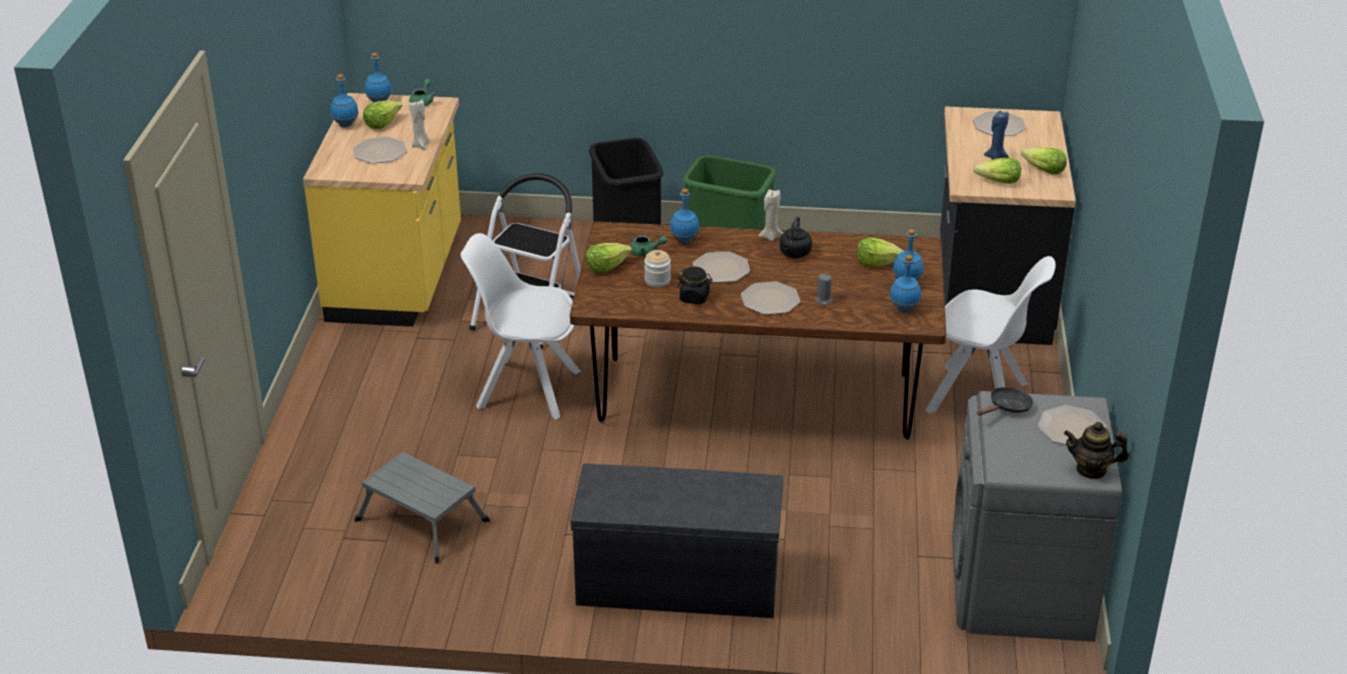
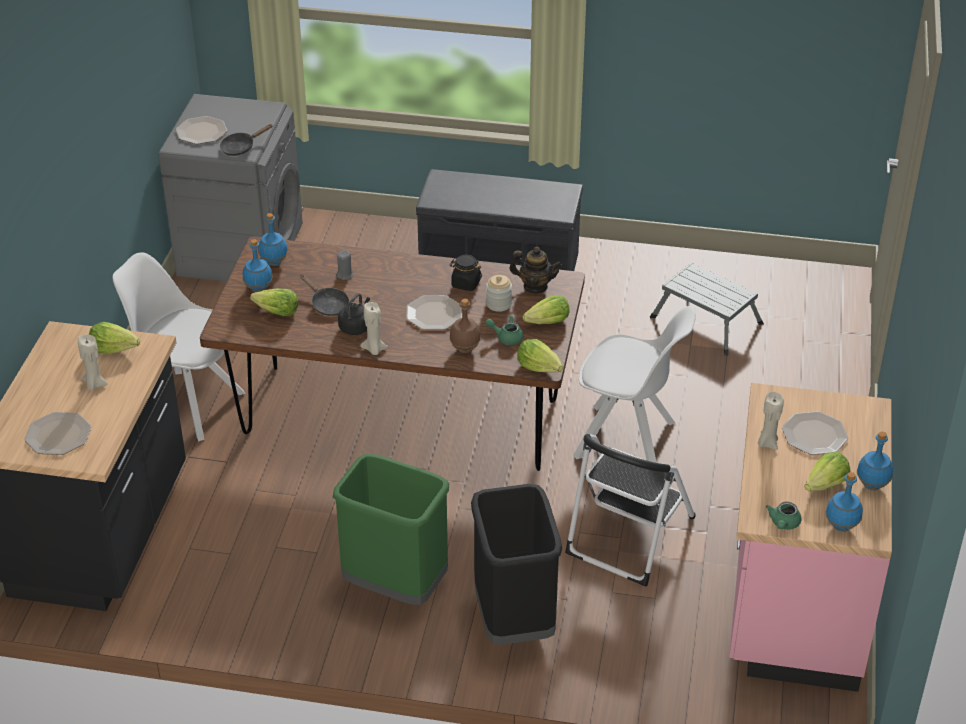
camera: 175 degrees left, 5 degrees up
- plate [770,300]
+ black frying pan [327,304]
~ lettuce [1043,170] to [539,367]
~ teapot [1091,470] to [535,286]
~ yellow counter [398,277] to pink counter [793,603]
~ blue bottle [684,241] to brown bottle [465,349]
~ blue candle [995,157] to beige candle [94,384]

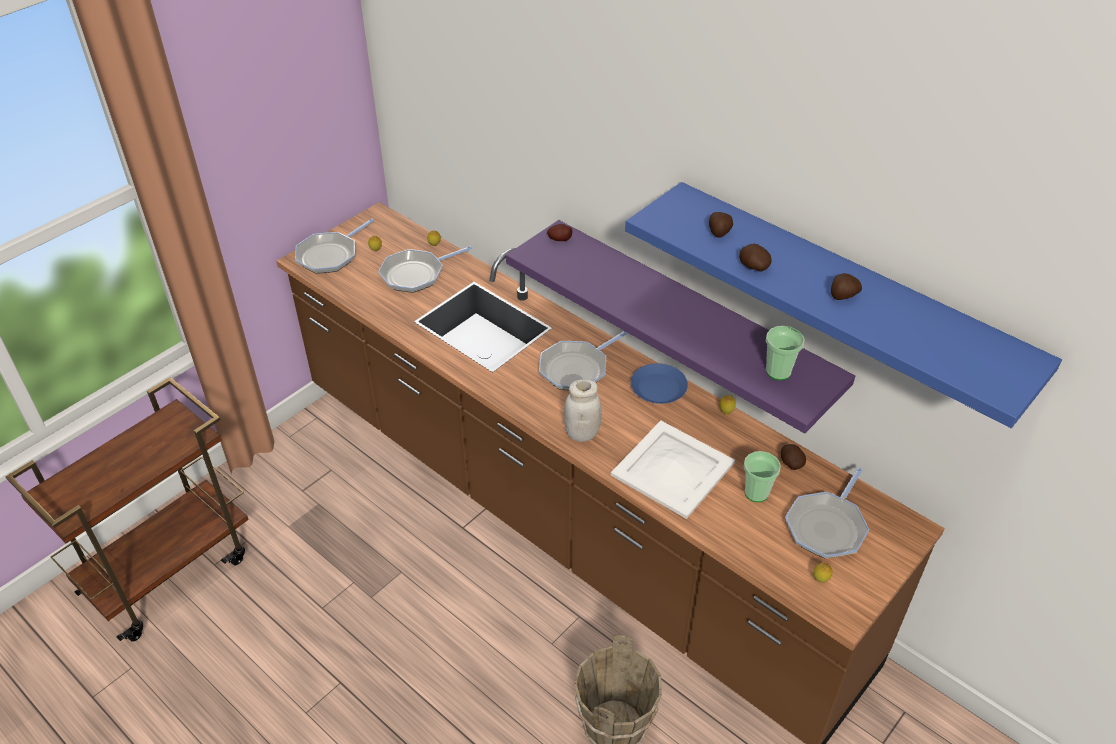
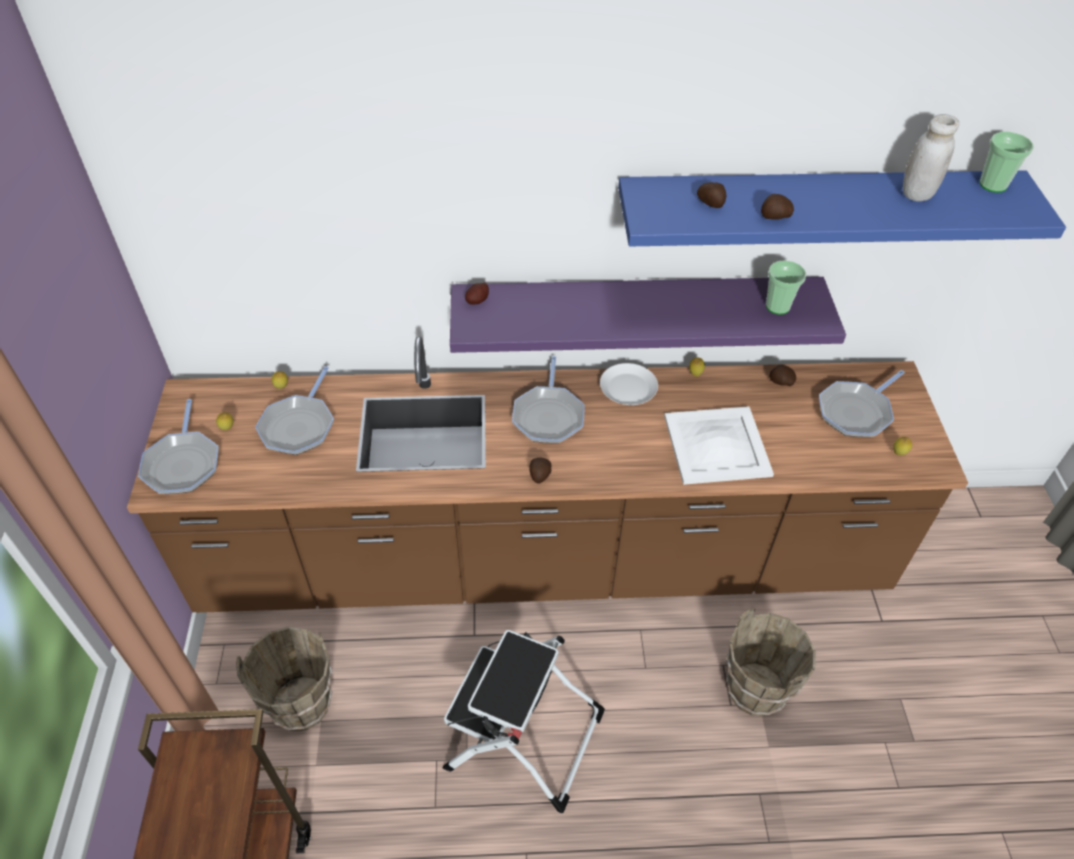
camera: 45 degrees left, 5 degrees up
+ brown bucket [302,705]
+ step ladder [523,733]
~ white jar [582,433] to [916,193]
~ cup [756,493] to [993,185]
~ potato [842,296] to [539,476]
~ blue plate [658,389] to white plate [628,389]
~ frying pan [827,526] = [856,412] 60 degrees clockwise

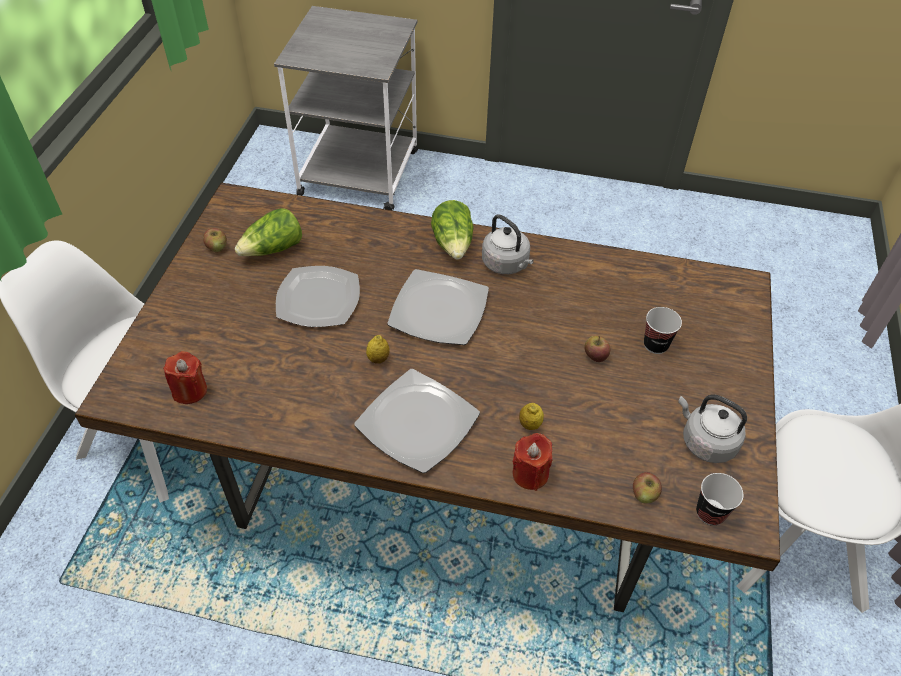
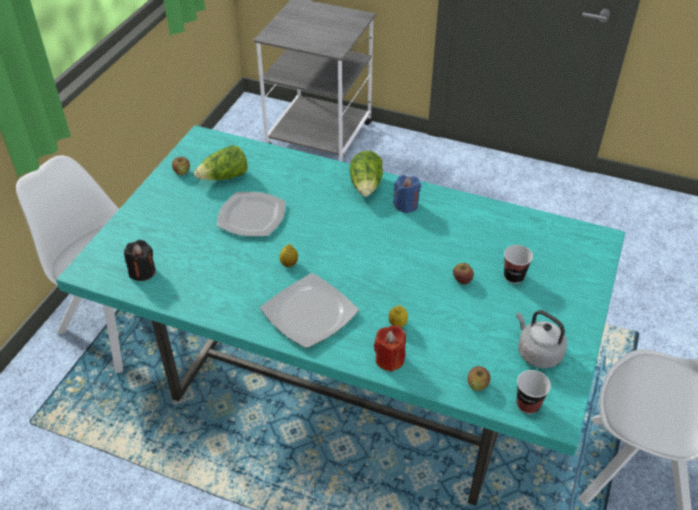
camera: 10 degrees right, 5 degrees down
- plate [438,310]
~ grey kettle [507,264] to blue candle [406,205]
~ brown dining table [445,469] to turquoise dining table [347,376]
~ red candle [190,390] to black candle [142,272]

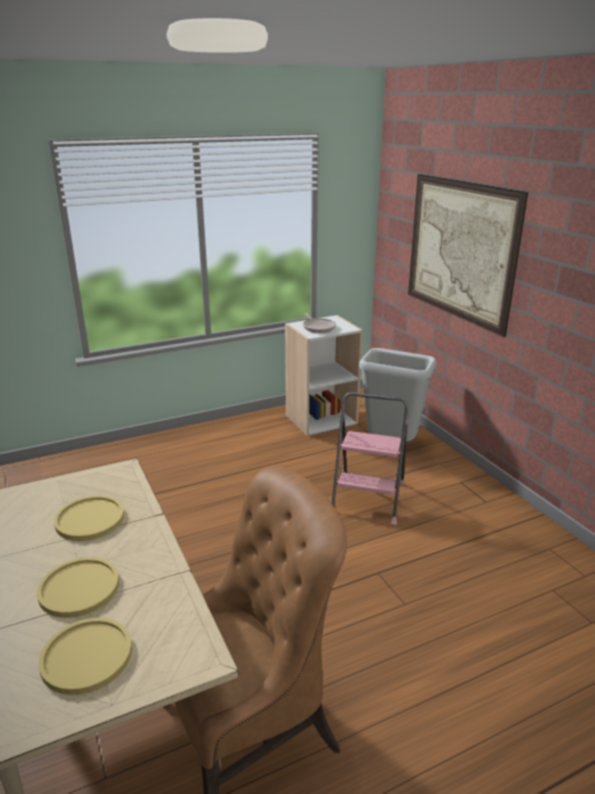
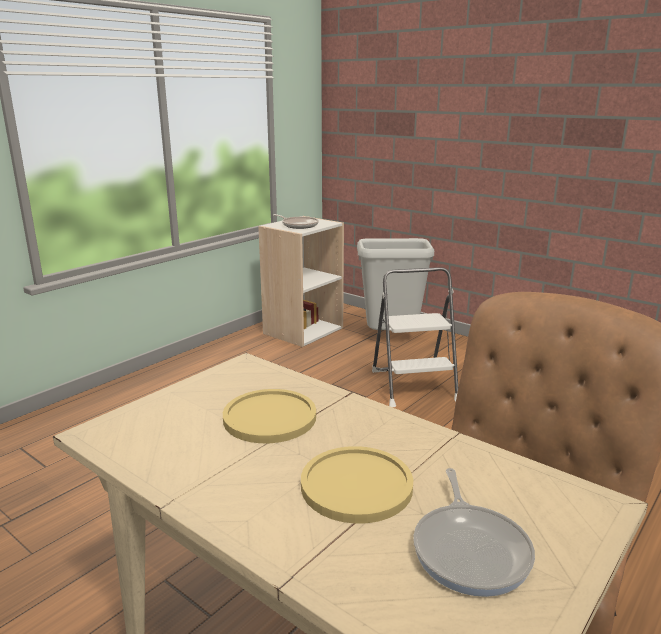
camera: 25 degrees left, 5 degrees down
- picture [460,250]
~ yellow plate [86,656] to frying pan [470,549]
~ pink step ladder [369,496] to white step ladder [413,383]

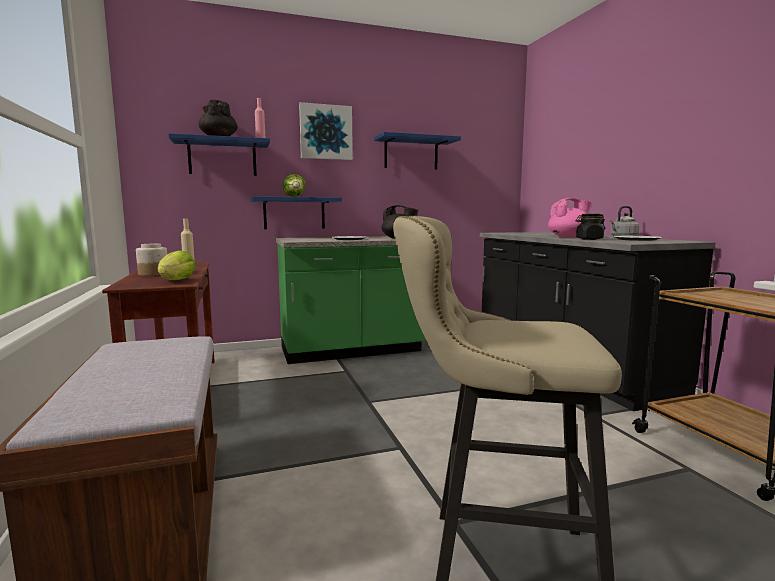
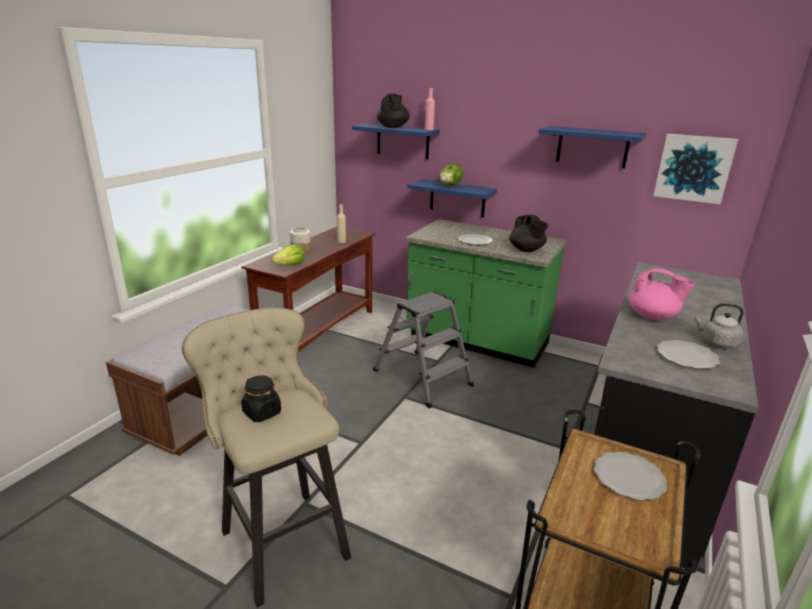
camera: 45 degrees right, 15 degrees up
+ grey step ladder [422,377]
+ plate [628,478]
~ picture [326,132] to [693,168]
~ black jar [589,239] to [261,412]

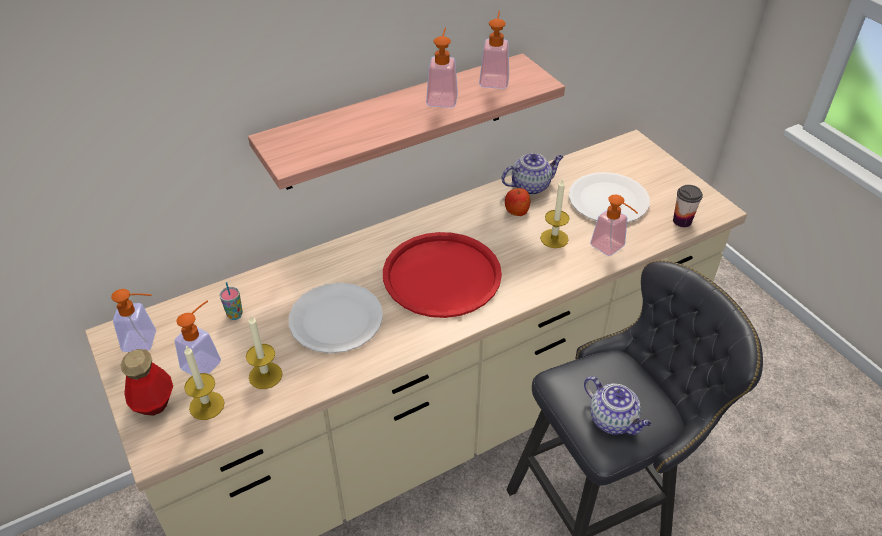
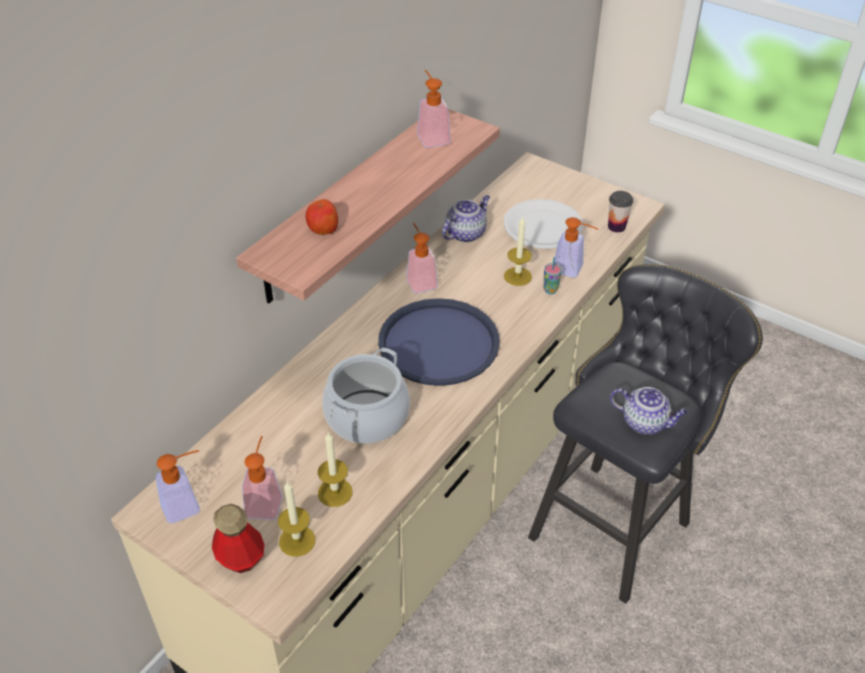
camera: 25 degrees left, 0 degrees up
~ cup [235,315] to [550,290]
~ soap dispenser [442,97] to [420,280]
~ apple [516,210] to [323,229]
~ white plate [336,319] to cooking pot [366,417]
~ red tray [442,275] to blue tray [438,343]

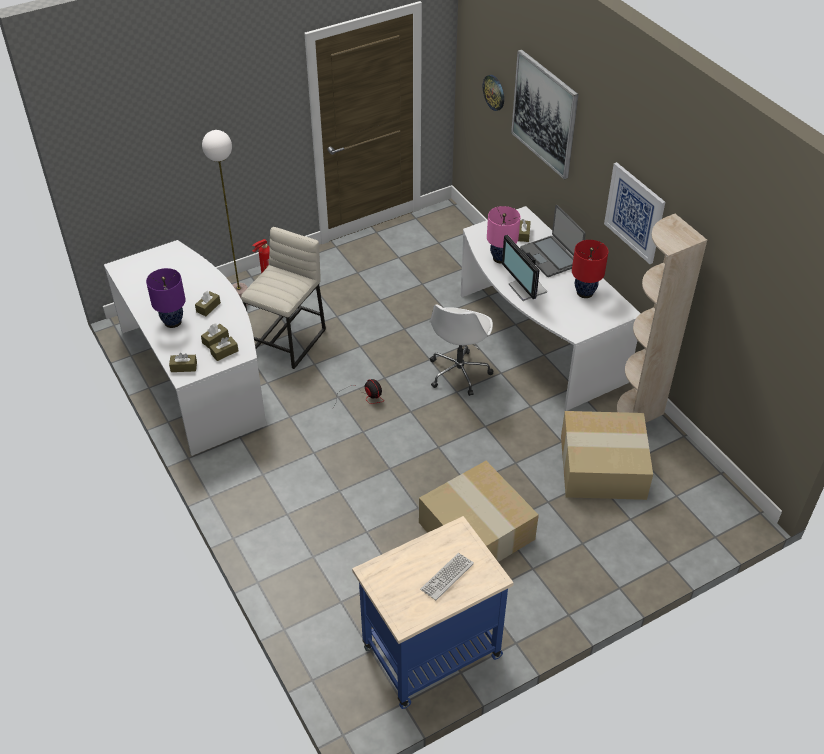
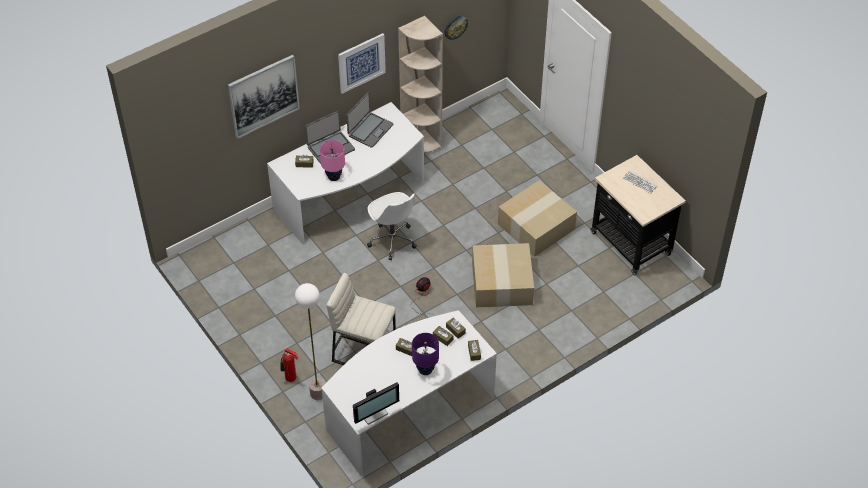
camera: 95 degrees left, 5 degrees up
~ wall clock [494,92] to [455,27]
~ monitor [526,289] to [373,412]
~ cardboard box [603,466] to [501,283]
~ red table lamp [585,292] to laptop [370,130]
~ blue cart [431,654] to black cart [631,244]
~ white office chair [458,375] = [393,242] 45 degrees clockwise

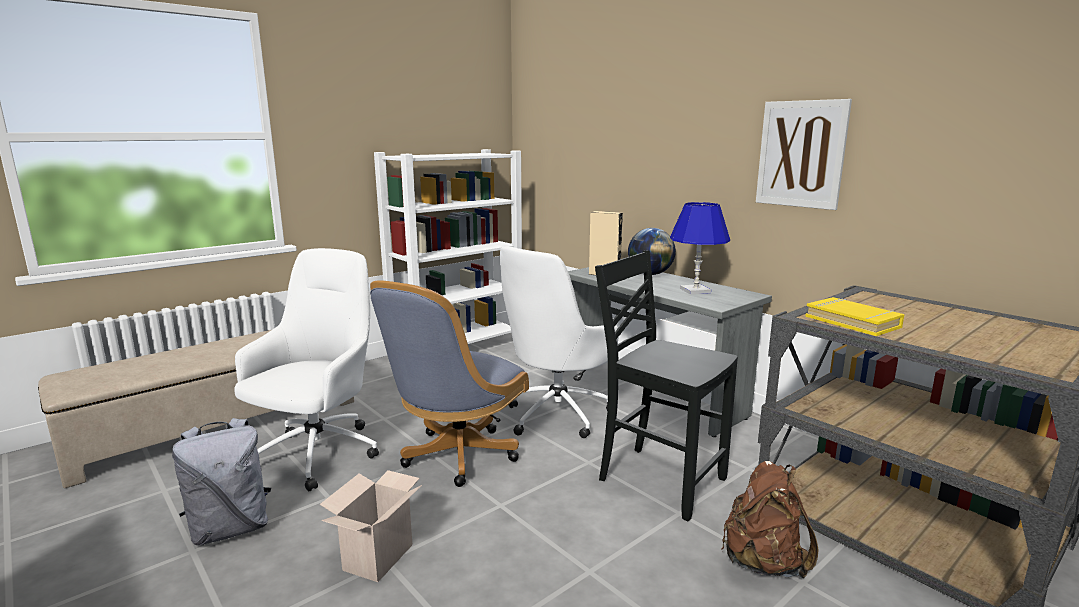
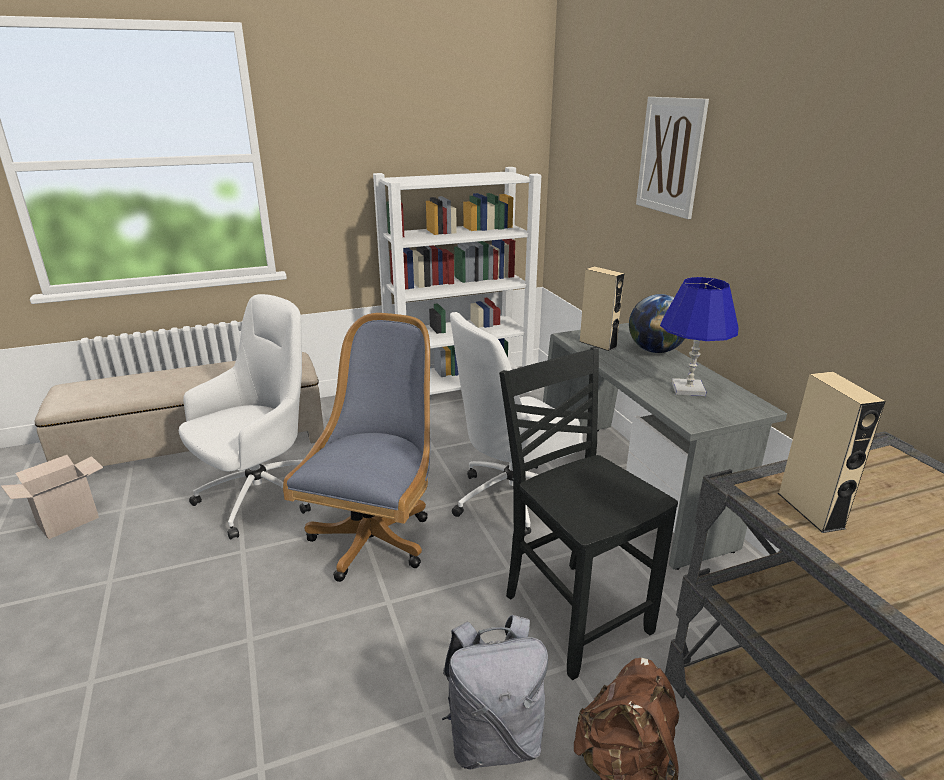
camera: 20 degrees right, 10 degrees up
~ grey backpack [231,528] to [494,738]
~ cardboard box [378,555] to [69,520]
~ picture [801,154] to [670,156]
~ yellow book [853,322] to beige speaker [810,510]
~ blue office chair [454,460] = [376,534] 150 degrees clockwise

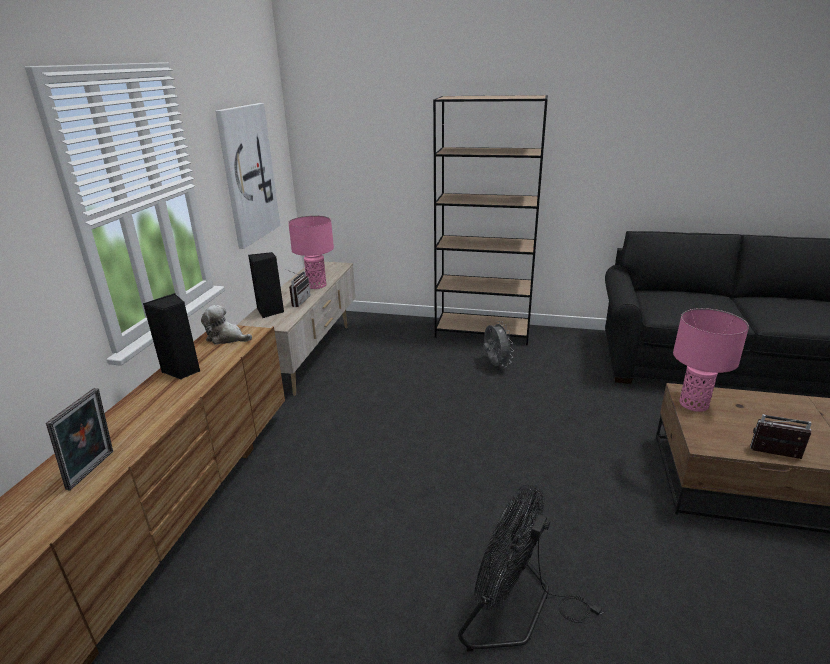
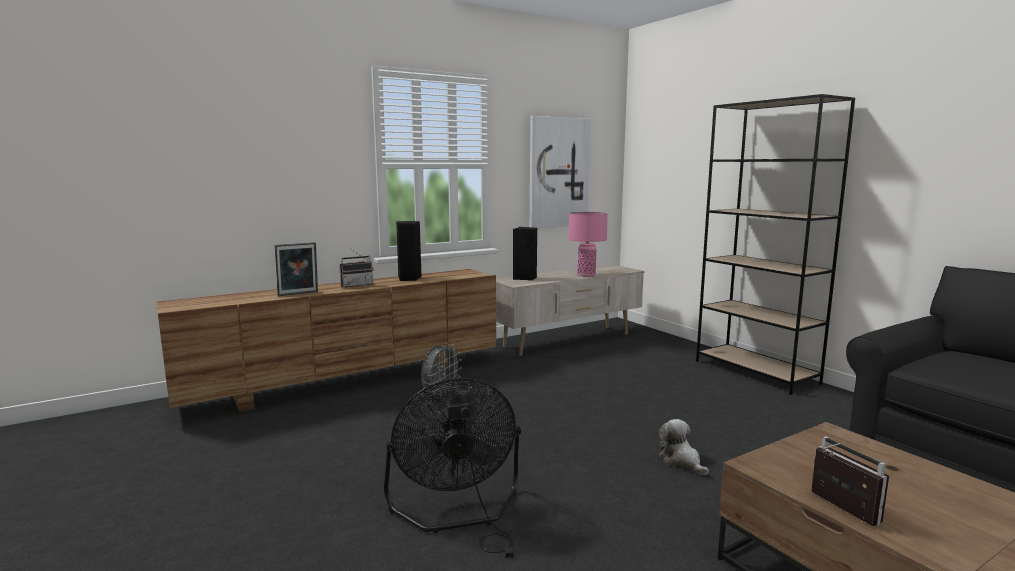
camera: 45 degrees right, 15 degrees down
- pink table lamp [693,403]
~ plush toy [226,338] to [681,462]
~ radio [298,301] to [356,285]
~ grey fan [495,365] to [440,396]

